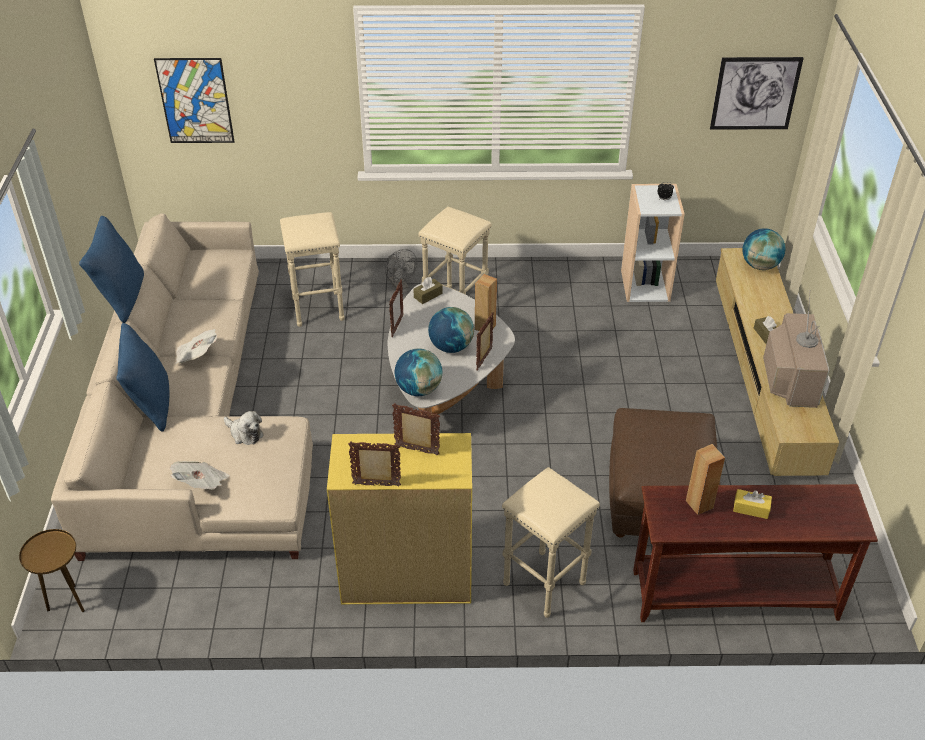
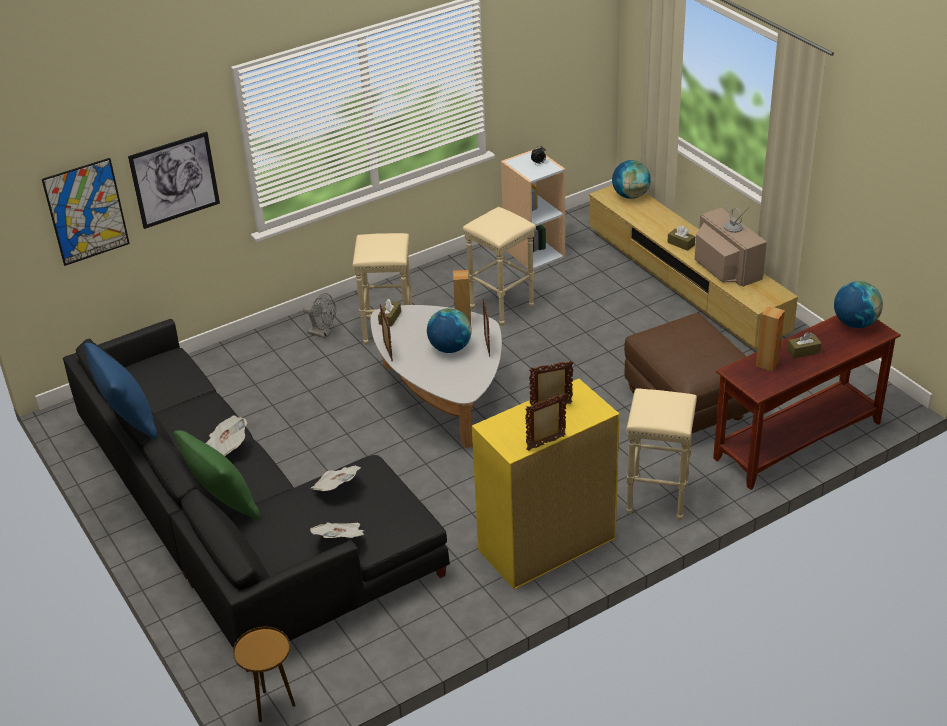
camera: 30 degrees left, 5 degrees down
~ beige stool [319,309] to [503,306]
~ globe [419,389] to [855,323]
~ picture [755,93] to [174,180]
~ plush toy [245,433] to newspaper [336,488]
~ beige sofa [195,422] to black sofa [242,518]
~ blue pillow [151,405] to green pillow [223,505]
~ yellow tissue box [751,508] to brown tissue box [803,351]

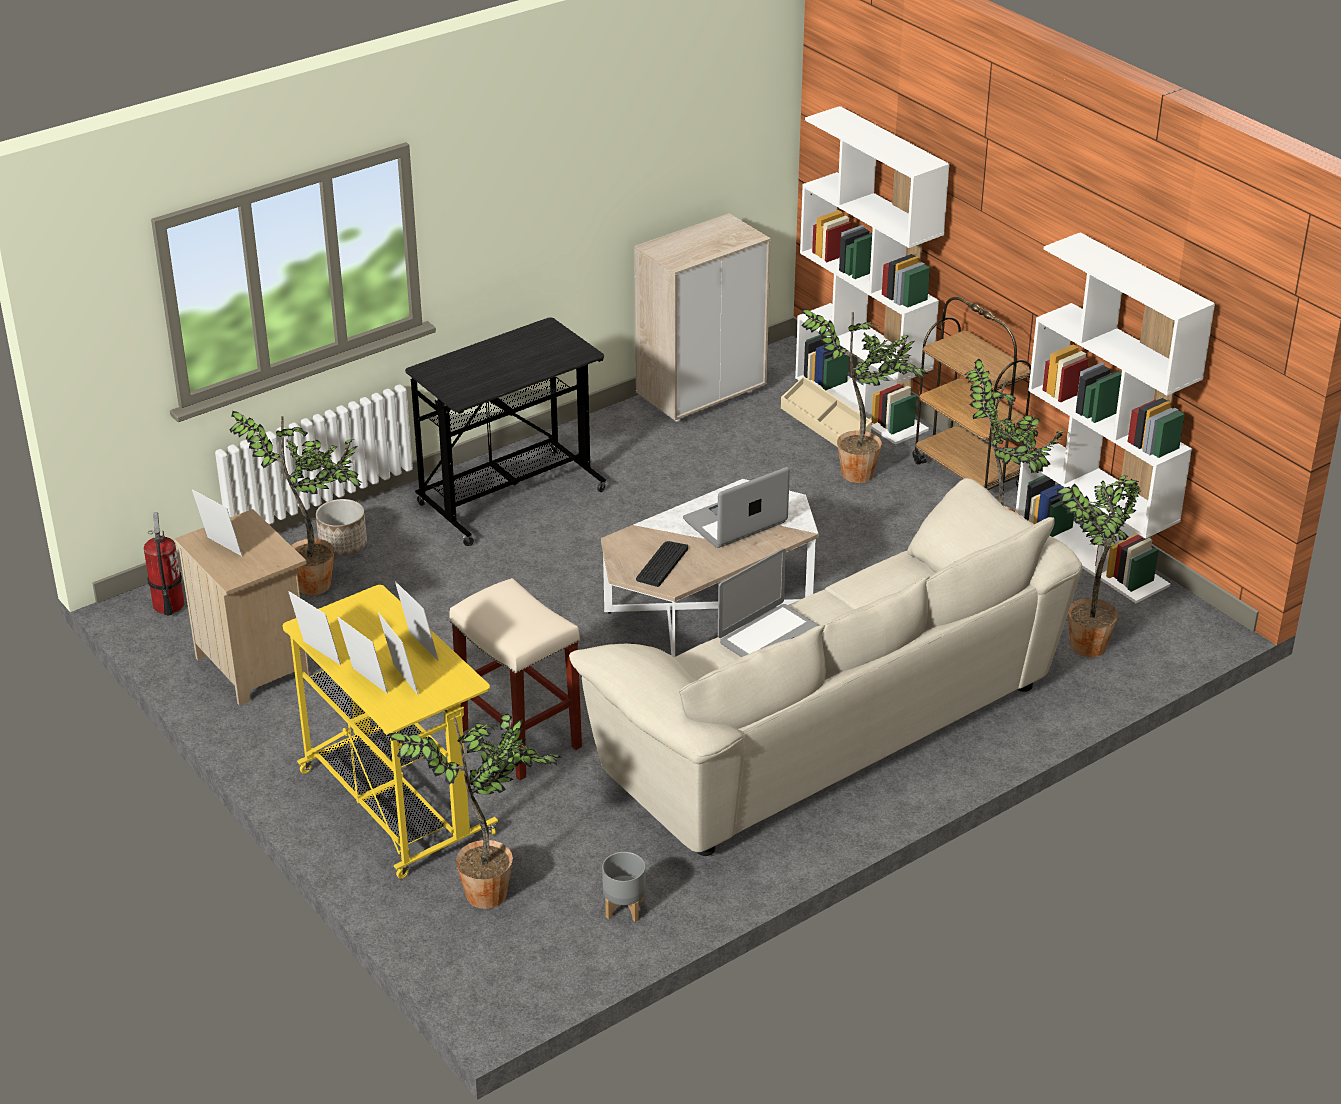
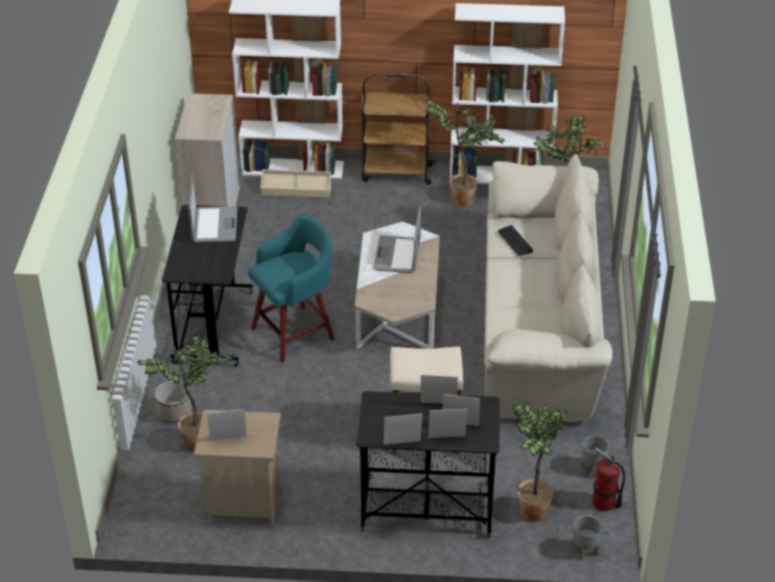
camera: 50 degrees left, 5 degrees up
- potted plant [862,473]
+ turquoise stool [295,333]
+ grey planter [584,550]
~ fire extinguisher [168,605] to [603,503]
~ keyboard [661,564] to [515,241]
~ laptop [773,638] to [214,225]
~ yellow desk [396,802] to black desk [426,507]

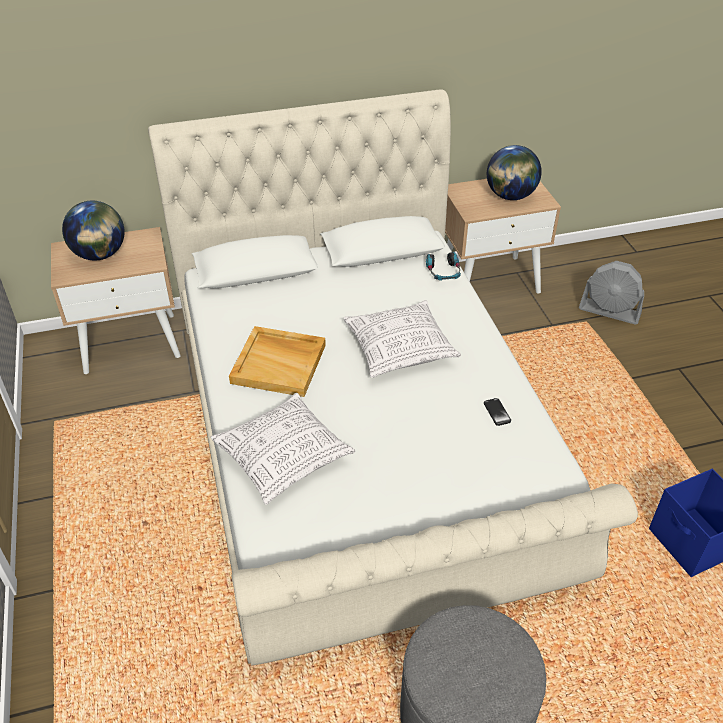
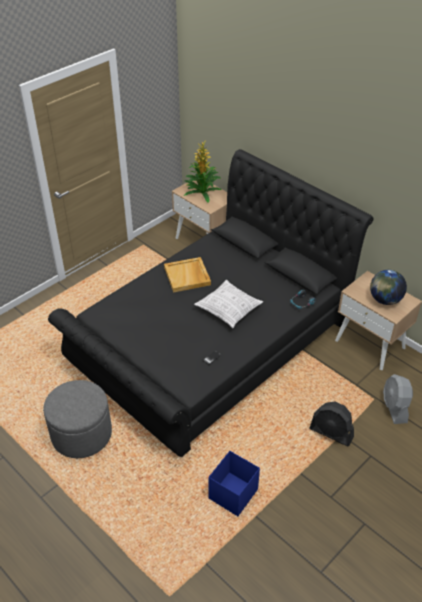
camera: 60 degrees right, 0 degrees up
- pillow [283,457]
+ black fan [331,433]
~ globe [100,254] to potted plant [202,192]
~ beige bed [361,432] to black bed [210,339]

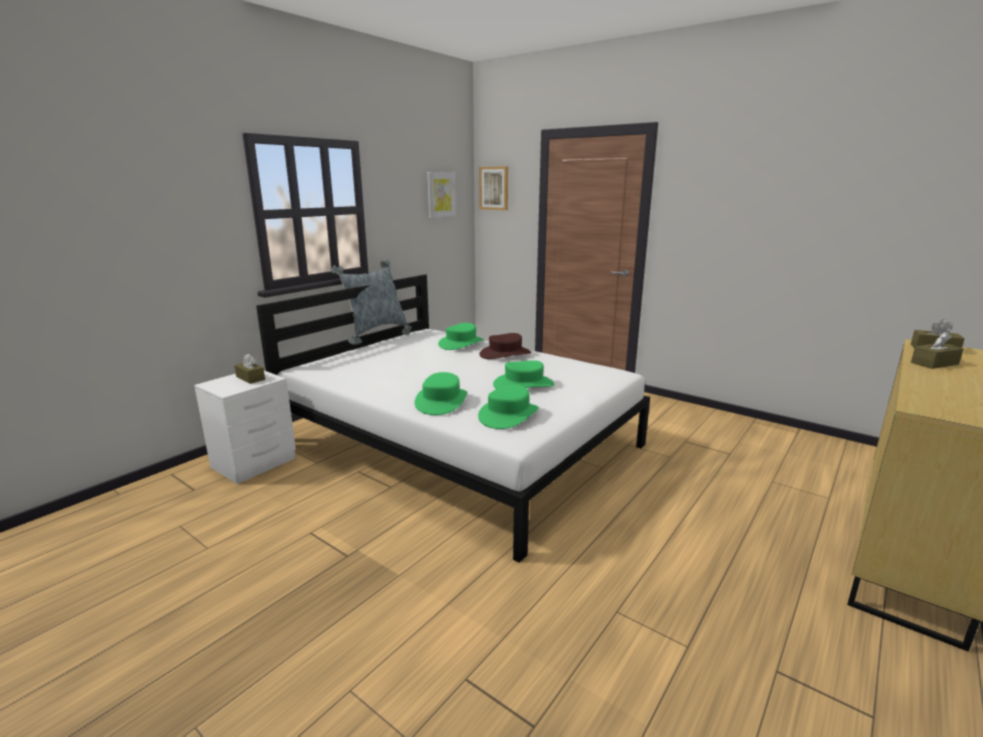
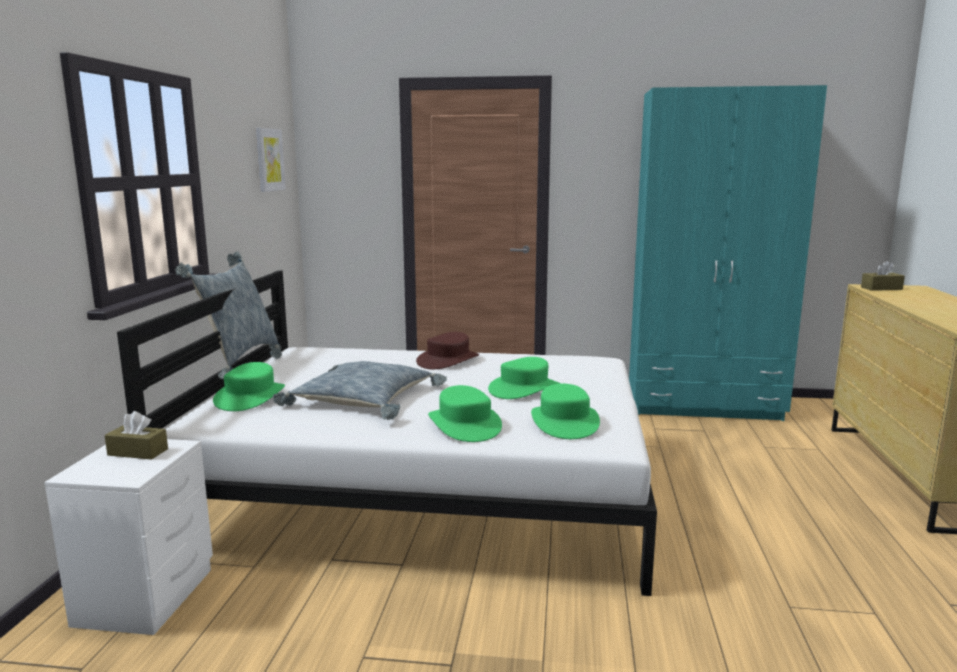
camera: 30 degrees left, 5 degrees down
- picture [494,188]
- brown tissue box [934,363]
+ pillow [363,397]
+ turquoise wardrobe [704,406]
~ green hat [461,343] to [250,397]

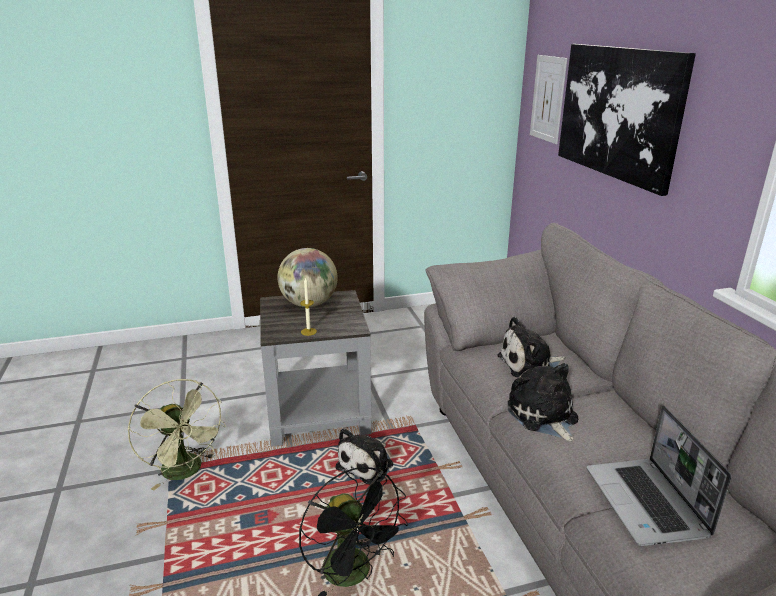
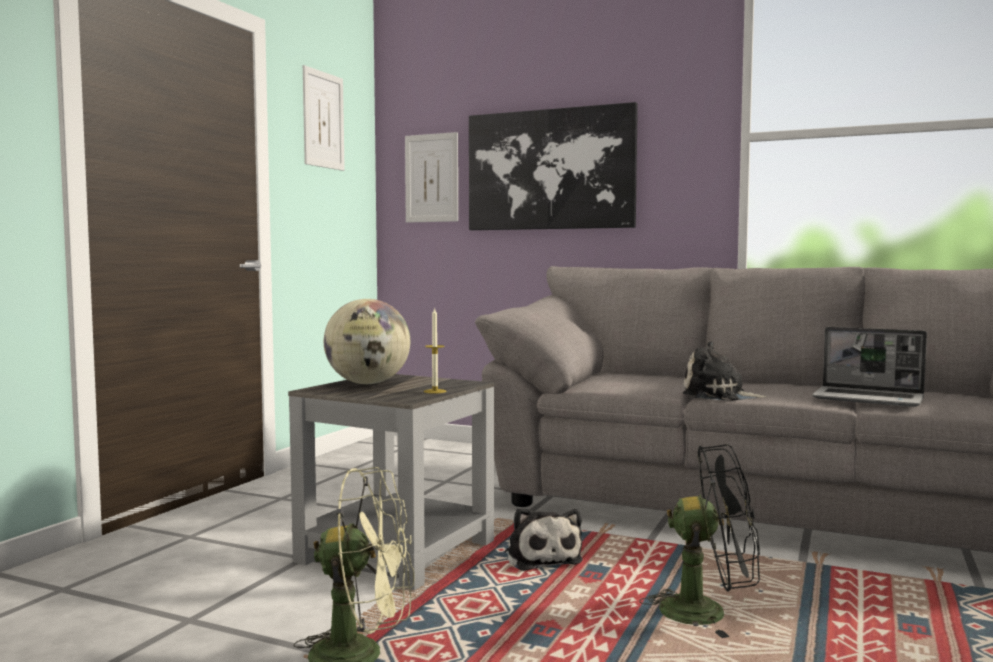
camera: 50 degrees left, 20 degrees down
- plush toy [530,365]
+ picture [323,120]

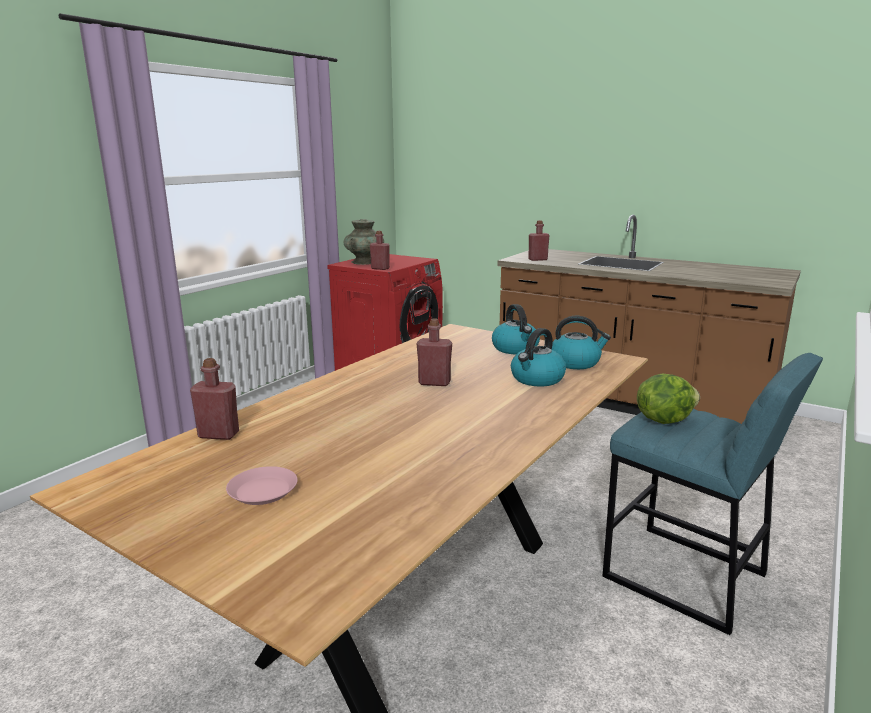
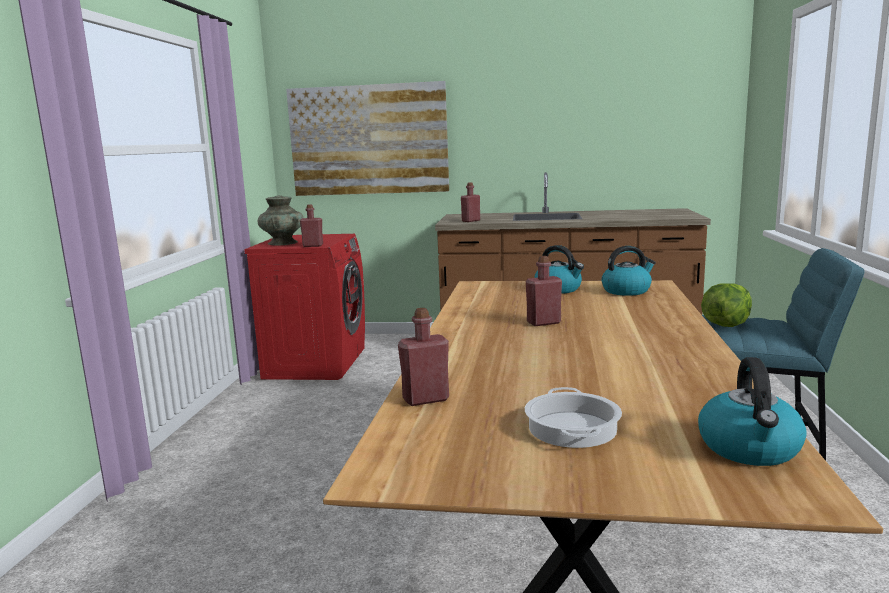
camera: 25 degrees left, 5 degrees down
+ picture [369,140]
~ kettle [537,379] to [750,449]
~ pink plate [263,491] to cooking pot [573,429]

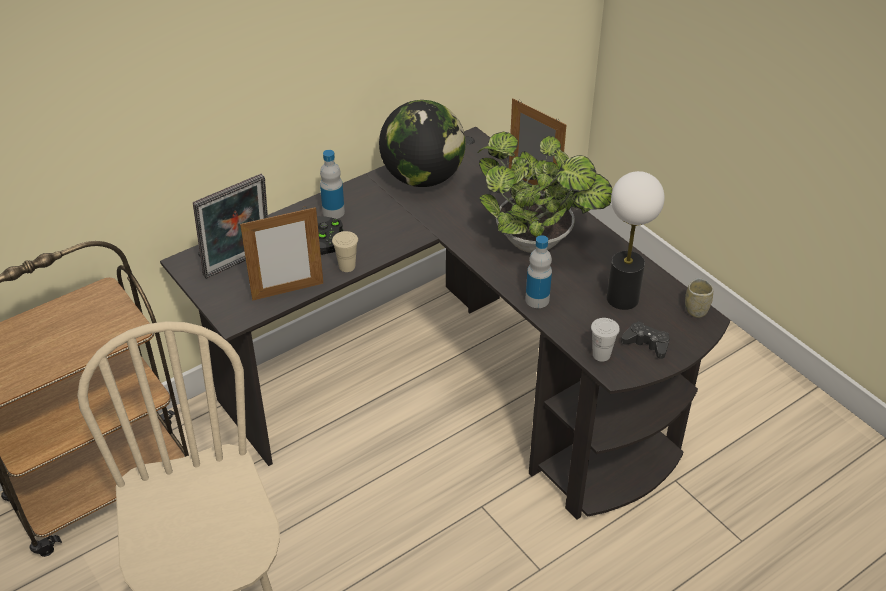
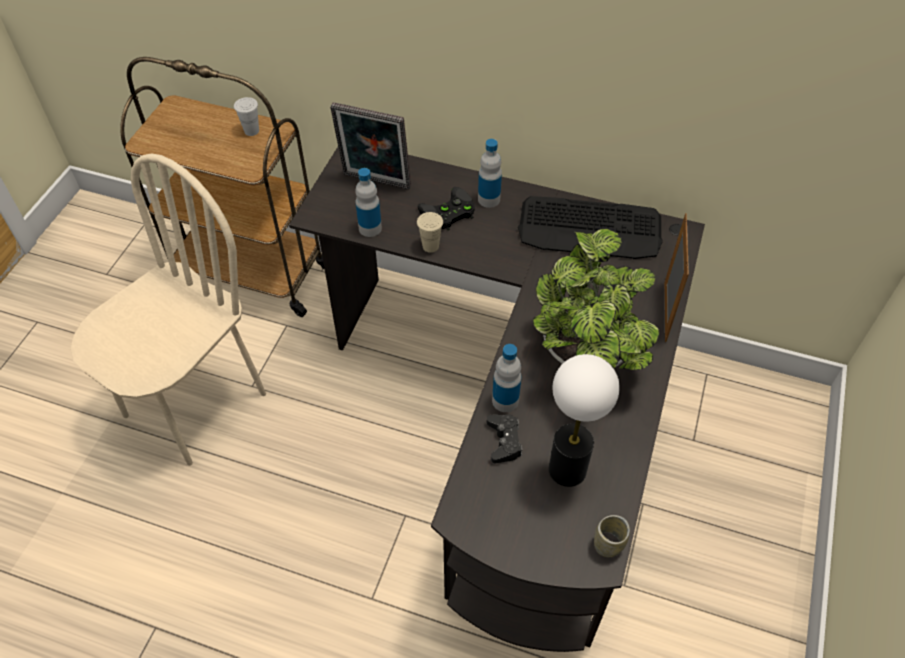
camera: 55 degrees right, 10 degrees up
~ white cup [601,355] to [251,131]
~ black game controller [646,344] to [504,441]
~ picture frame [288,291] to bottle [370,228]
~ globe [422,178] to keyboard [590,229]

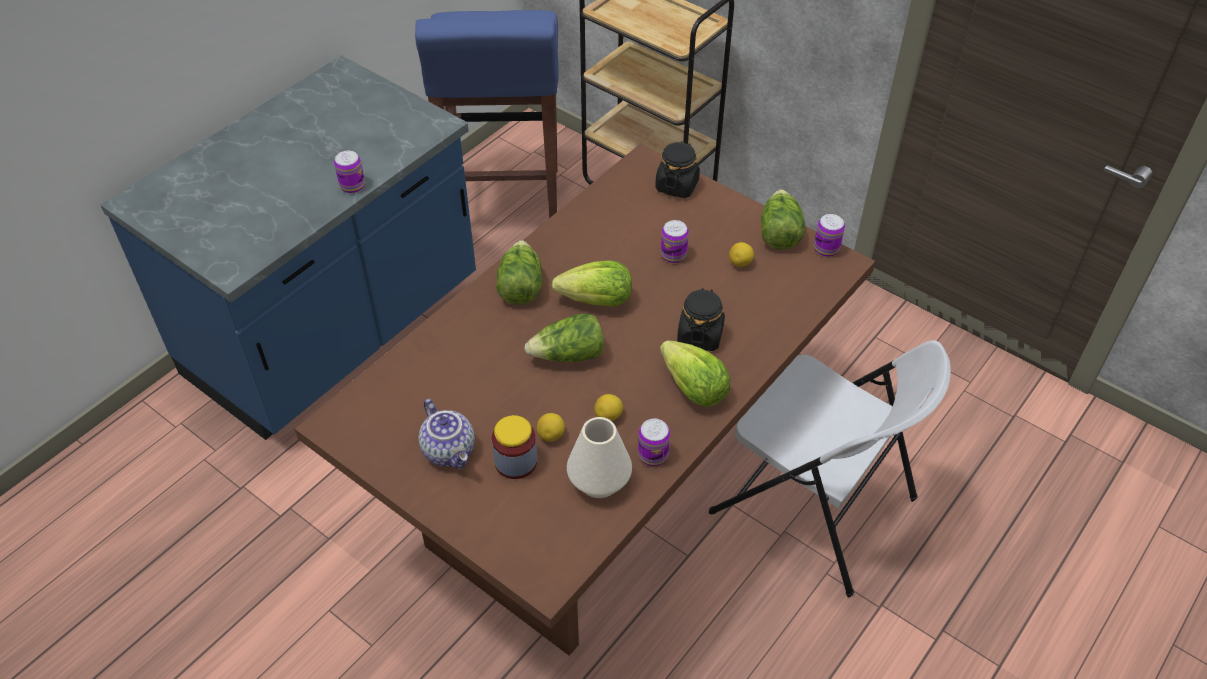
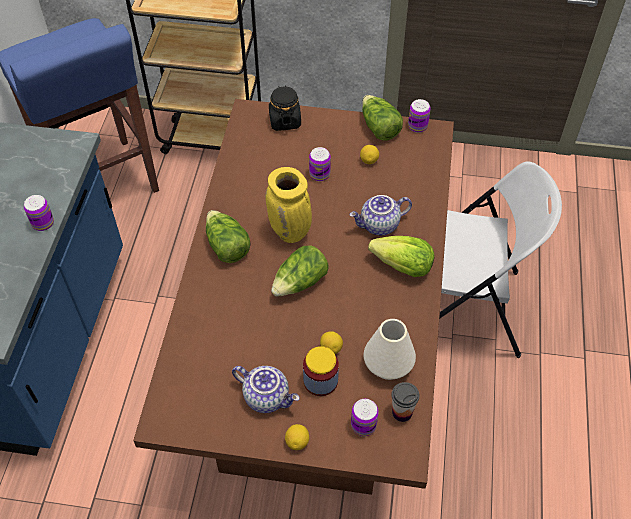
camera: 30 degrees left, 5 degrees up
+ cup [402,412]
~ lemon [608,416] to [297,442]
~ can [653,455] to [363,425]
~ lettuce [597,301] to yellow vase [291,232]
~ black jar [700,335] to teapot [379,226]

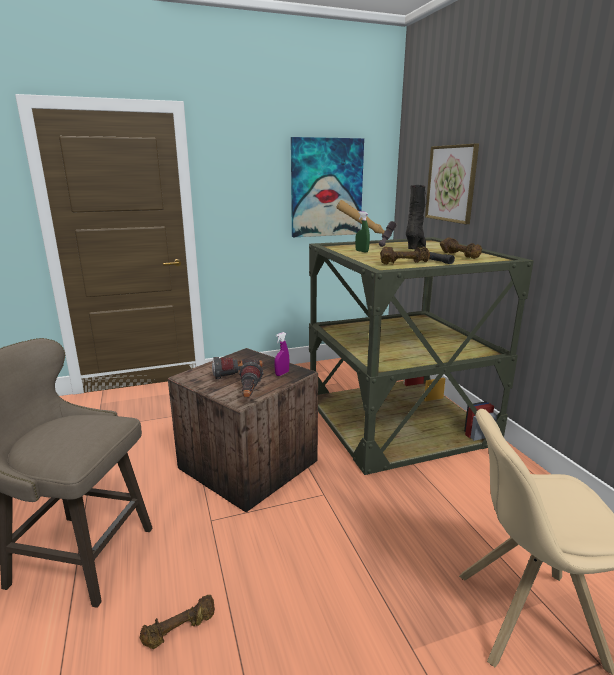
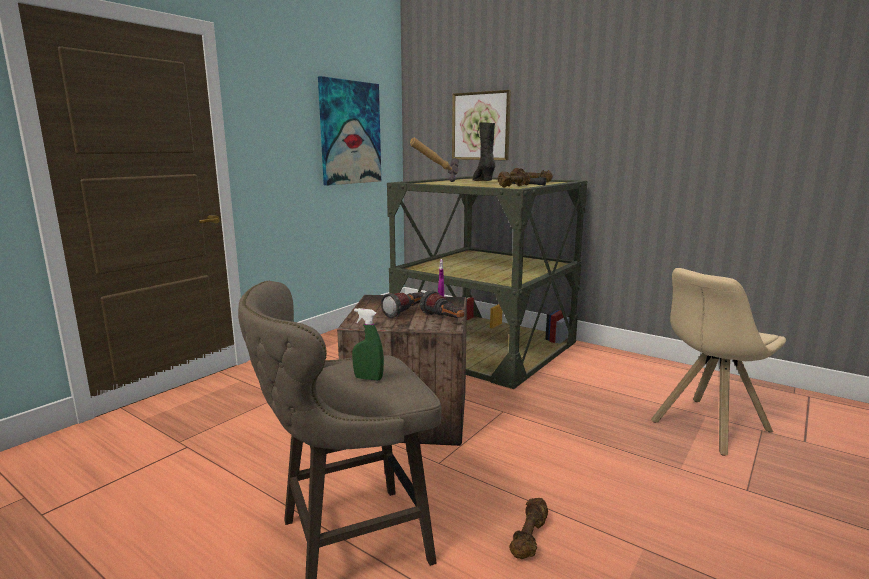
camera: 35 degrees left, 5 degrees down
~ green spray bottle [361,251] to [368,378]

